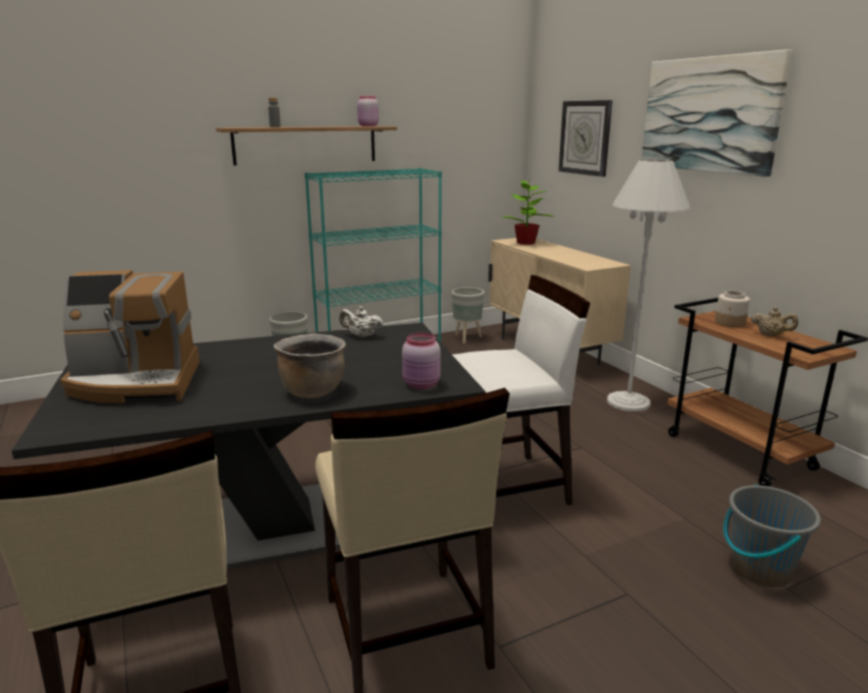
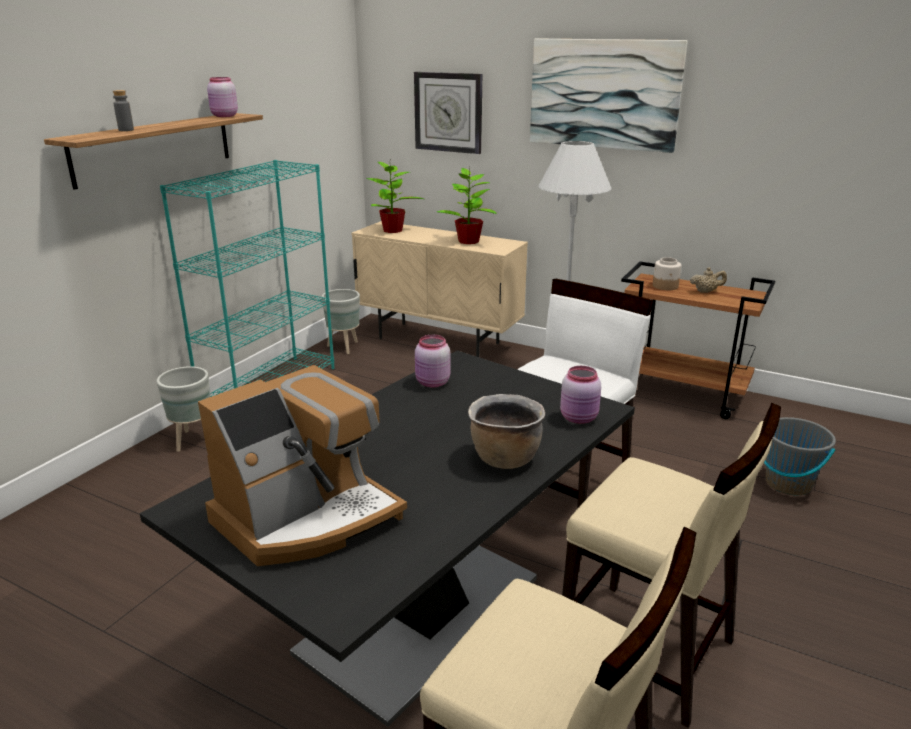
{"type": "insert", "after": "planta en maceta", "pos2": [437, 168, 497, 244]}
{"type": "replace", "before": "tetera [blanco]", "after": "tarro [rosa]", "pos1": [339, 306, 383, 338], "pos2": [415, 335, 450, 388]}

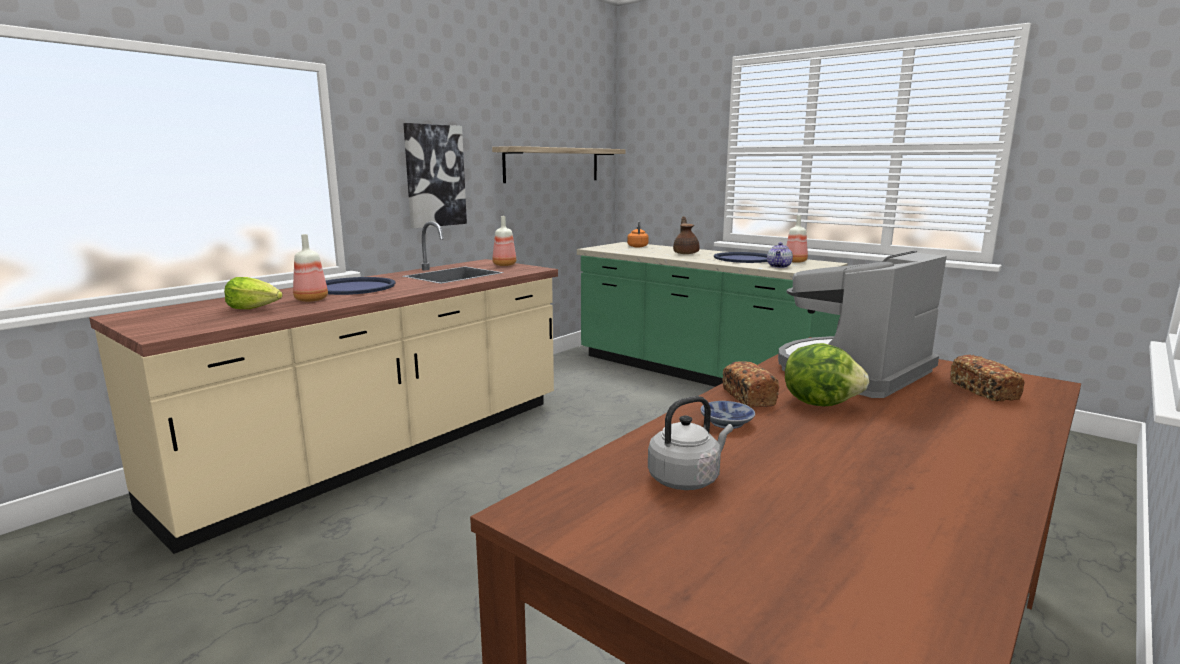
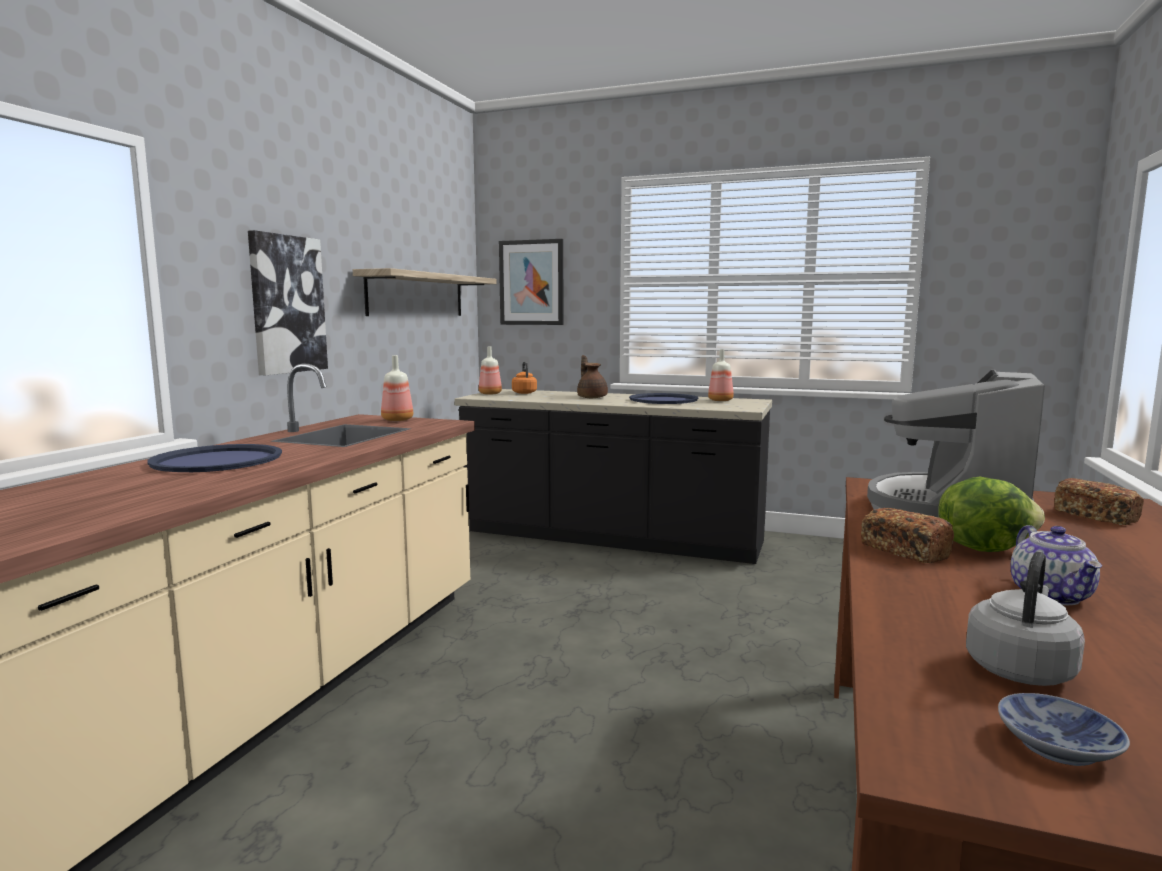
{"type": "delete", "before": "lechuga", "pos1": [224, 277, 283, 309]}
{"type": "insert", "after": "cuadro", "pos2": [499, 239, 564, 325]}
{"type": "move", "before": "botella", "pos1": [293, 234, 328, 302], "pos2": [479, 346, 502, 395]}
{"type": "move", "before": "cuenco", "pos1": [701, 401, 755, 429], "pos2": [998, 693, 1130, 766]}
{"type": "move", "before": "tetera", "pos1": [767, 242, 793, 268], "pos2": [1010, 525, 1102, 605]}
{"type": "recolor", "before": "mueble bajo de cocina [verde]", "after": "mueble bajo de cocina [negro]", "pos1": [577, 242, 848, 387], "pos2": [454, 389, 772, 564]}

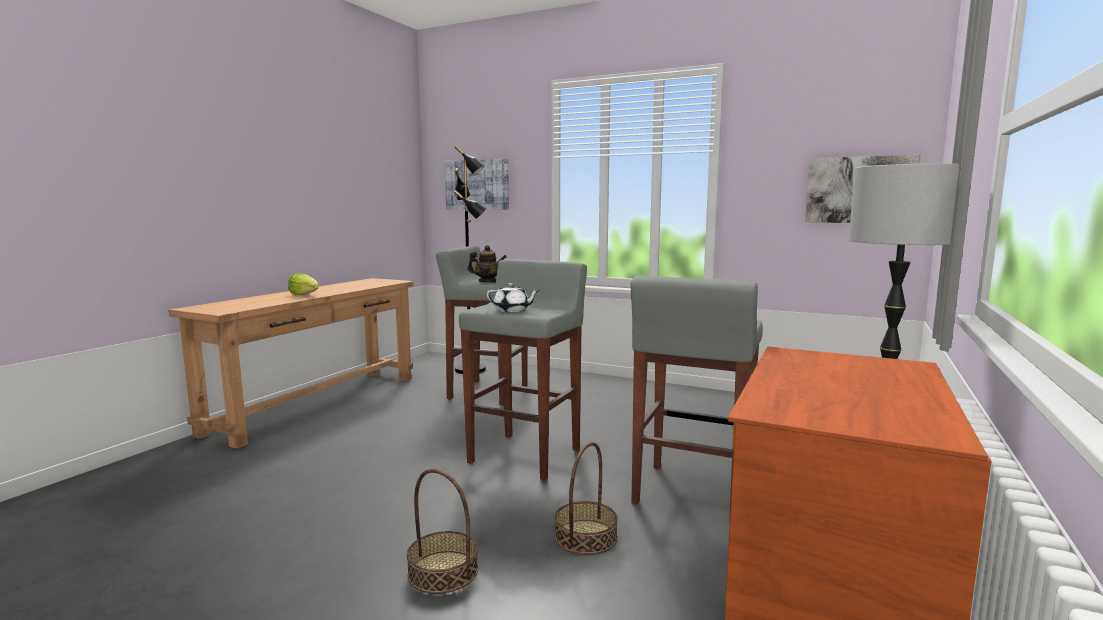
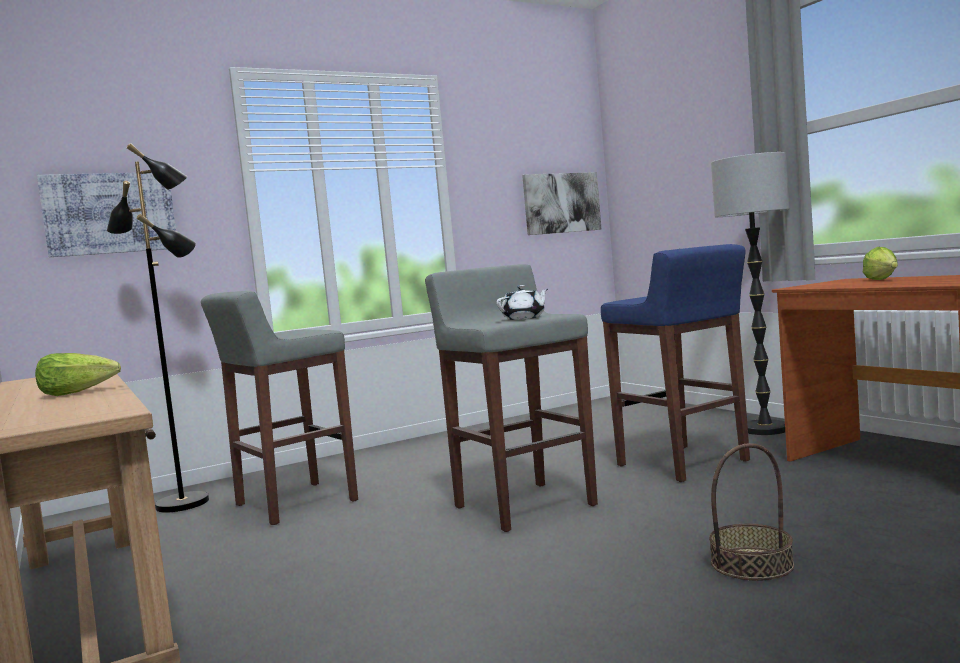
{"type": "delete", "before": "tetera", "pos1": [468, 245, 507, 282]}
{"type": "delete", "before": "cesta", "pos1": [555, 442, 618, 555]}
{"type": "insert", "after": "lechuga", "pos2": [863, 247, 898, 280]}
{"type": "recolor", "before": "taburete [gris]", "after": "taburete [azul]", "pos1": [631, 276, 763, 523], "pos2": [601, 244, 750, 482]}

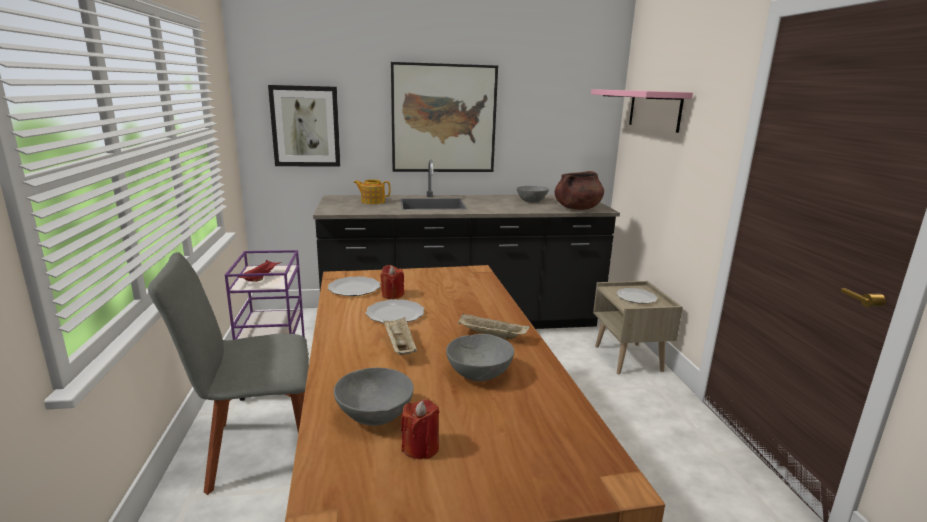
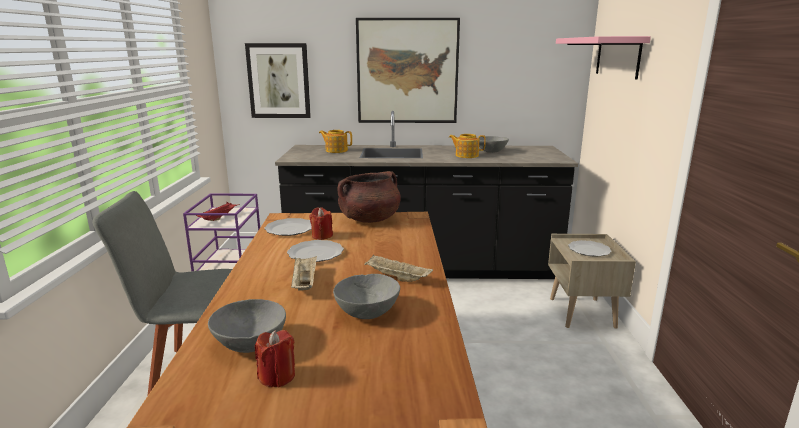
{"type": "insert", "after": "tetera", "pos2": [449, 134, 486, 158]}
{"type": "move", "before": "olla [marrón]", "pos1": [555, 171, 604, 210], "pos2": [337, 171, 401, 223]}

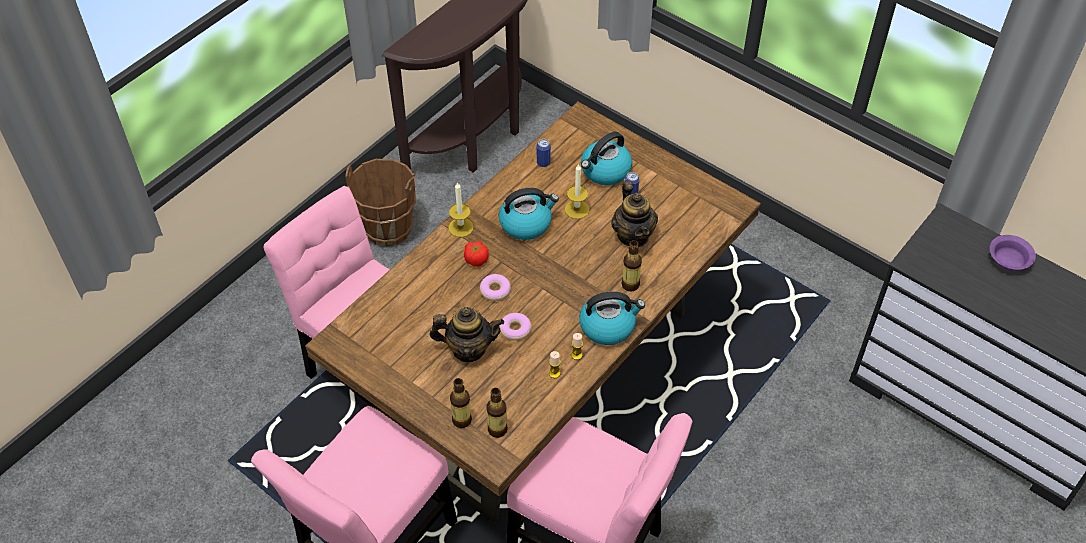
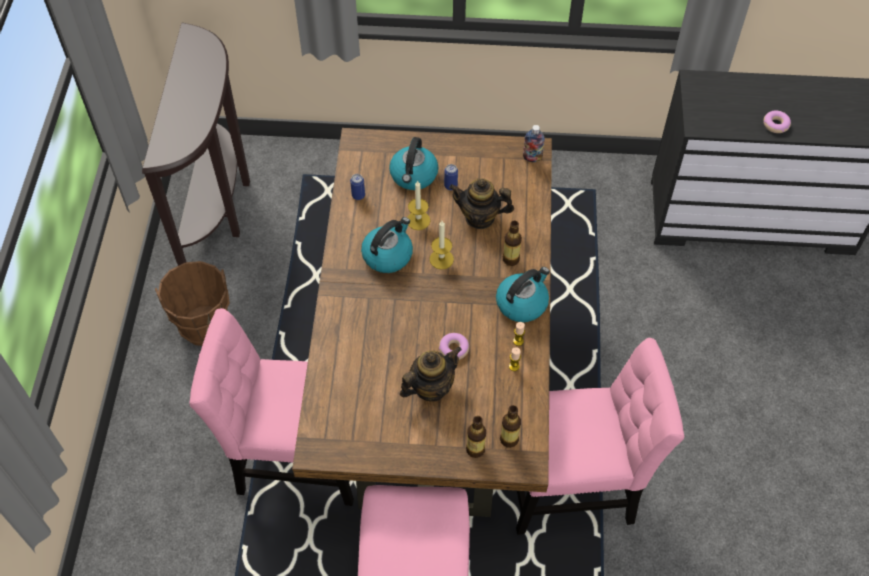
{"type": "delete", "before": "tomate", "pos1": [464, 241, 489, 267]}
{"type": "delete", "before": "cuenco [morado]", "pos1": [990, 235, 1036, 271]}
{"type": "insert", "after": "botella", "pos2": [523, 125, 545, 162]}
{"type": "move", "before": "vela", "pos1": [448, 182, 474, 237], "pos2": [430, 221, 454, 269]}
{"type": "move", "before": "rosquilla", "pos1": [480, 274, 511, 301], "pos2": [763, 111, 791, 133]}
{"type": "rotate", "before": "tetera", "pos1": [611, 181, 658, 247], "pos2": [449, 178, 514, 229], "turn": 150}

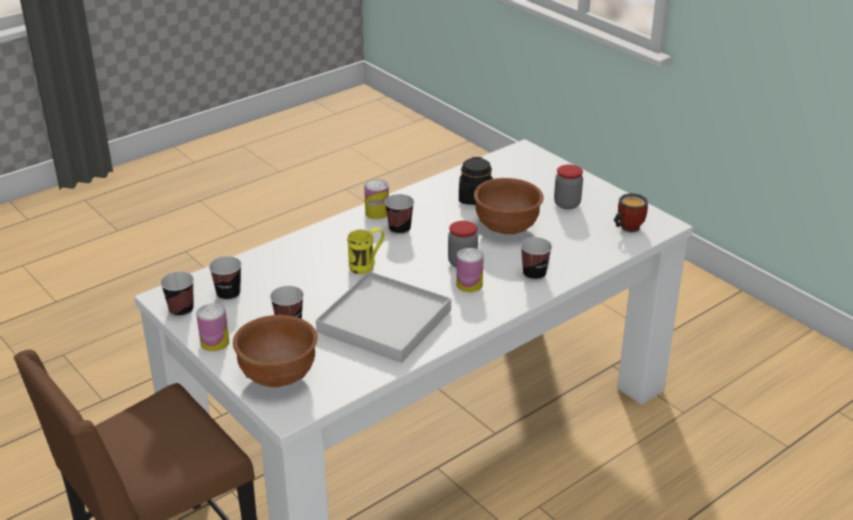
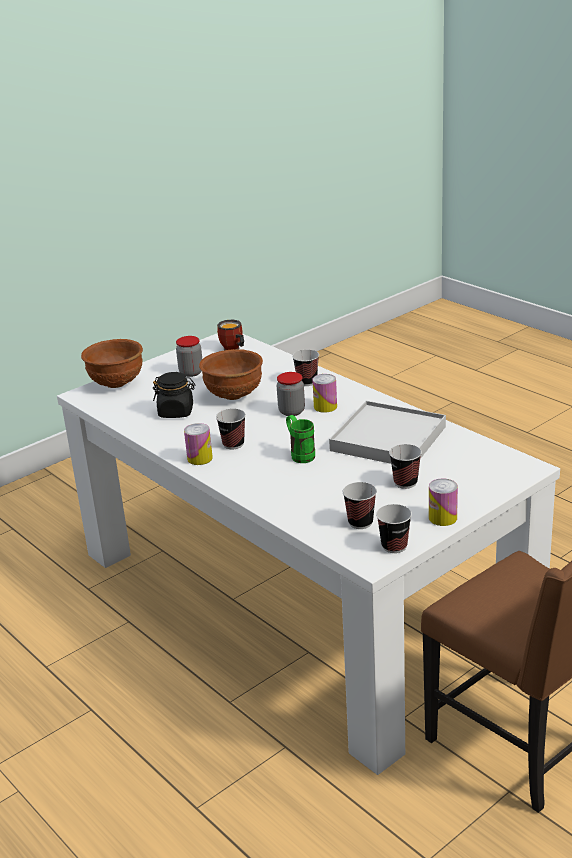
{"type": "move", "before": "cuenco [marrón]", "pos1": [233, 315, 318, 387], "pos2": [81, 339, 143, 388]}
{"type": "recolor", "before": "taza grande [amarillo]", "after": "taza grande [verde]", "pos1": [347, 227, 385, 274], "pos2": [286, 415, 315, 463]}

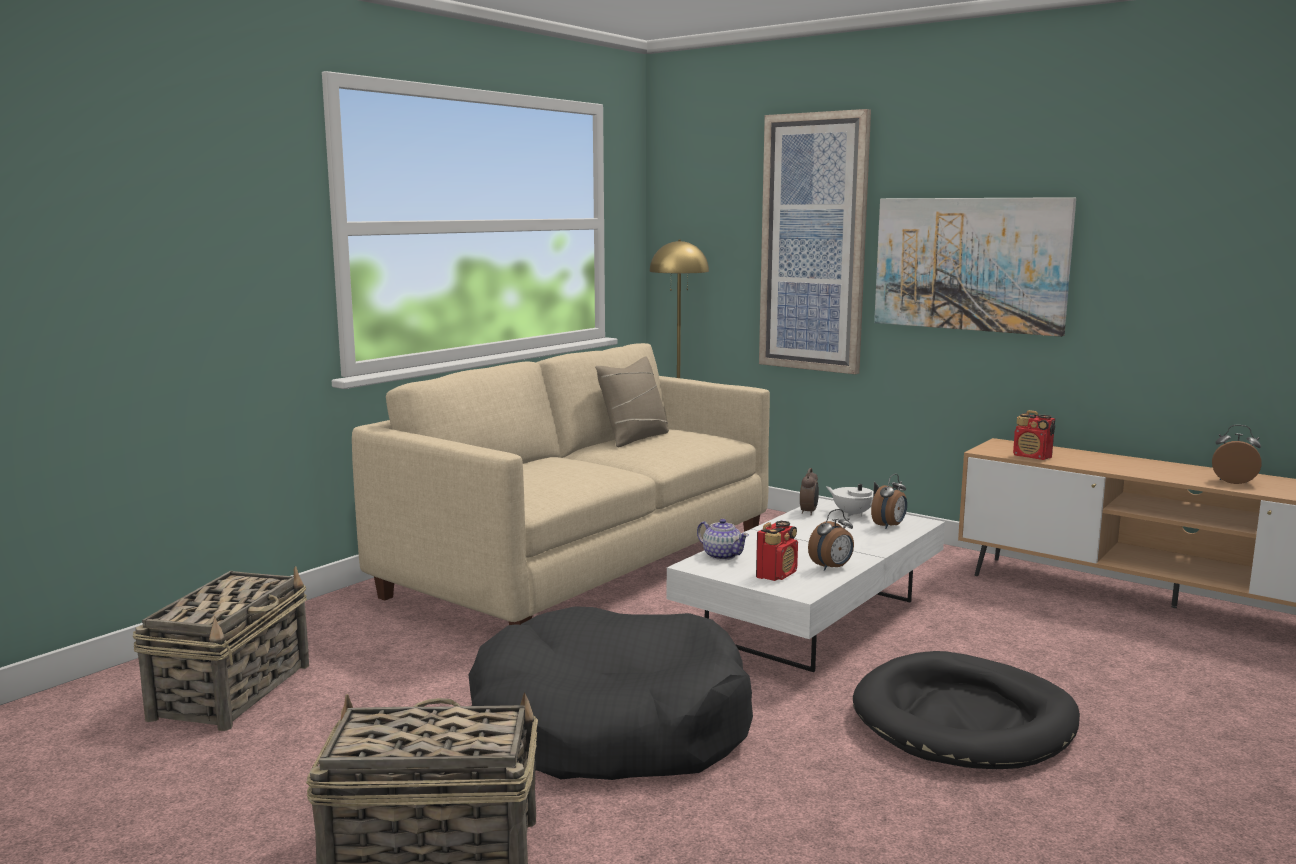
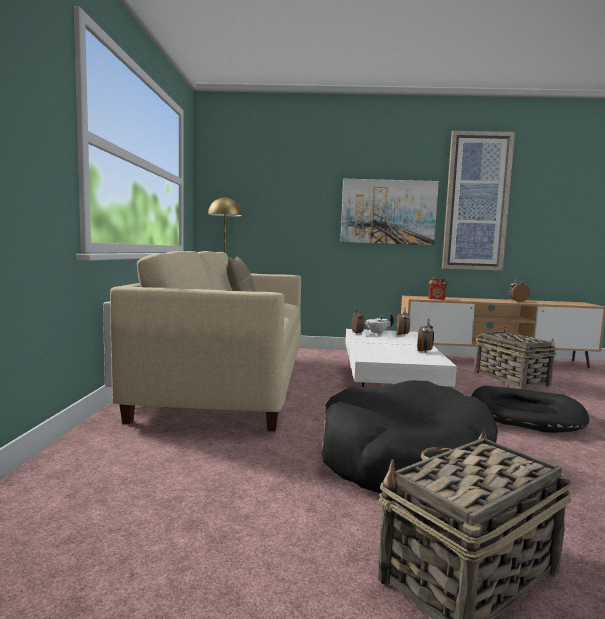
{"type": "delete", "before": "tetera", "pos1": [697, 519, 749, 560]}
{"type": "delete", "before": "radio", "pos1": [756, 521, 798, 581]}
{"type": "move", "before": "cesta", "pos1": [133, 566, 309, 731], "pos2": [475, 328, 557, 389]}
{"type": "move", "before": "cuadro", "pos1": [759, 109, 871, 374], "pos2": [442, 131, 515, 271]}

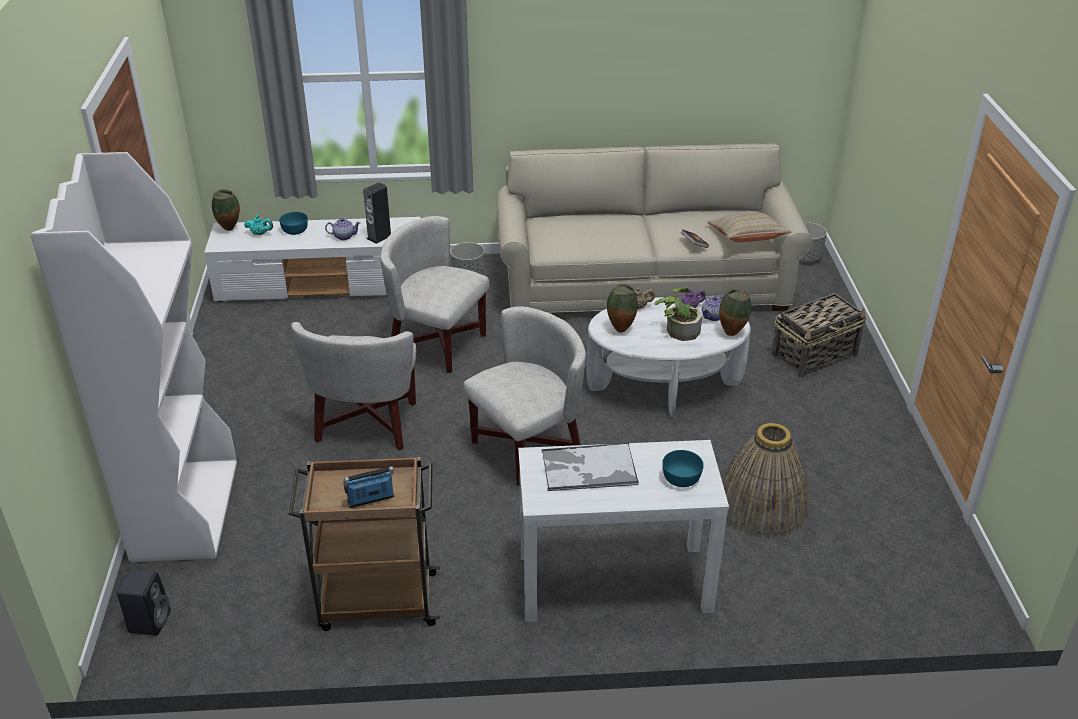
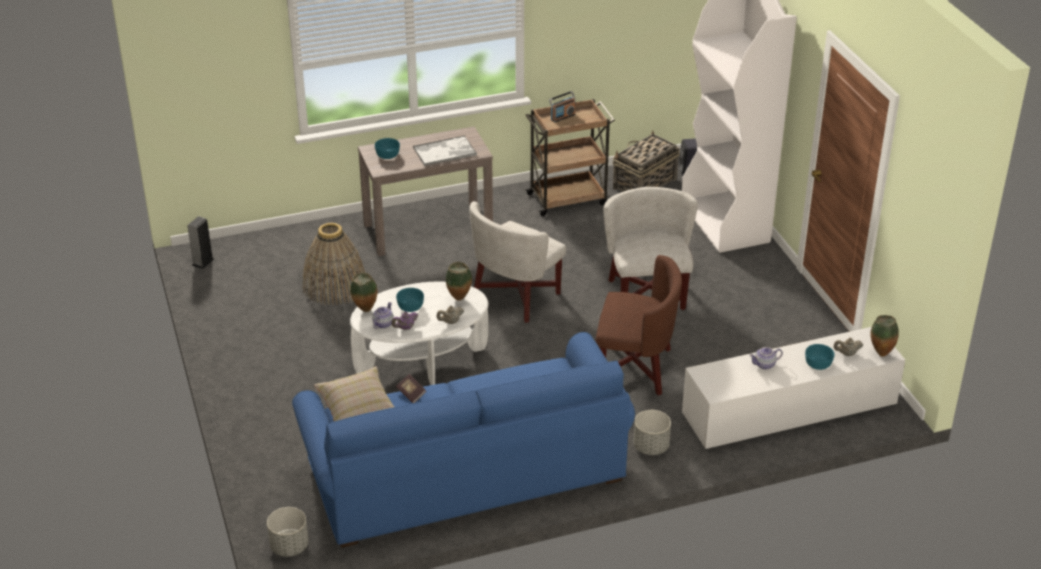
{"type": "move", "before": "altavoz", "pos1": [363, 182, 391, 244], "pos2": [187, 216, 214, 269]}
{"type": "move", "before": "cesta", "pos1": [771, 293, 867, 378], "pos2": [613, 131, 680, 192]}
{"type": "replace", "before": "planta en maceta", "after": "cuenco [turquesa]", "pos1": [655, 288, 702, 341], "pos2": [396, 288, 424, 312]}
{"type": "recolor", "before": "tetera [turquesa]", "after": "tetera [beis]", "pos1": [244, 215, 273, 235], "pos2": [834, 338, 863, 356]}
{"type": "recolor", "before": "sillón [blanco]", "after": "sillón [marrón]", "pos1": [380, 216, 490, 373], "pos2": [595, 255, 682, 396]}
{"type": "recolor", "before": "sofá [beis]", "after": "sofá [azul]", "pos1": [497, 144, 812, 313], "pos2": [292, 332, 635, 548]}
{"type": "recolor", "before": "mesa consola [blanco]", "after": "mesa consola [marrón]", "pos1": [518, 440, 729, 622], "pos2": [358, 126, 493, 256]}

